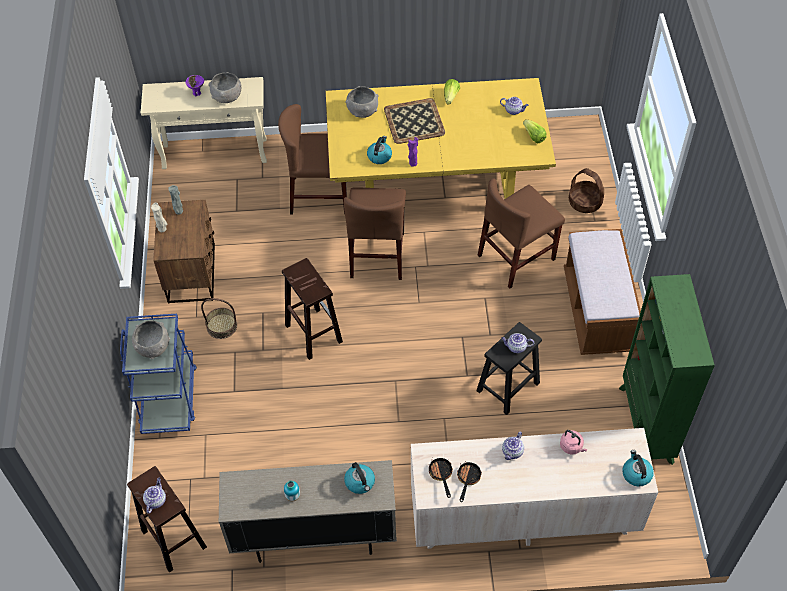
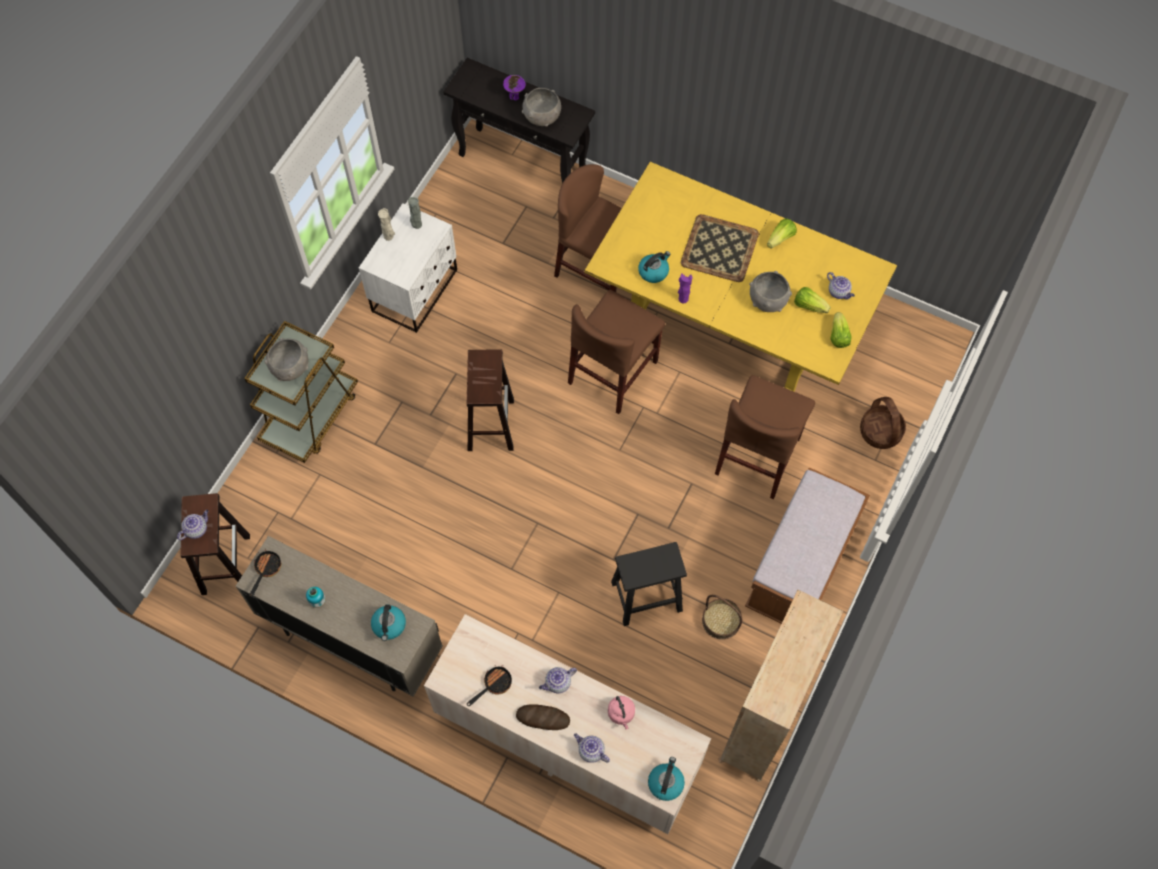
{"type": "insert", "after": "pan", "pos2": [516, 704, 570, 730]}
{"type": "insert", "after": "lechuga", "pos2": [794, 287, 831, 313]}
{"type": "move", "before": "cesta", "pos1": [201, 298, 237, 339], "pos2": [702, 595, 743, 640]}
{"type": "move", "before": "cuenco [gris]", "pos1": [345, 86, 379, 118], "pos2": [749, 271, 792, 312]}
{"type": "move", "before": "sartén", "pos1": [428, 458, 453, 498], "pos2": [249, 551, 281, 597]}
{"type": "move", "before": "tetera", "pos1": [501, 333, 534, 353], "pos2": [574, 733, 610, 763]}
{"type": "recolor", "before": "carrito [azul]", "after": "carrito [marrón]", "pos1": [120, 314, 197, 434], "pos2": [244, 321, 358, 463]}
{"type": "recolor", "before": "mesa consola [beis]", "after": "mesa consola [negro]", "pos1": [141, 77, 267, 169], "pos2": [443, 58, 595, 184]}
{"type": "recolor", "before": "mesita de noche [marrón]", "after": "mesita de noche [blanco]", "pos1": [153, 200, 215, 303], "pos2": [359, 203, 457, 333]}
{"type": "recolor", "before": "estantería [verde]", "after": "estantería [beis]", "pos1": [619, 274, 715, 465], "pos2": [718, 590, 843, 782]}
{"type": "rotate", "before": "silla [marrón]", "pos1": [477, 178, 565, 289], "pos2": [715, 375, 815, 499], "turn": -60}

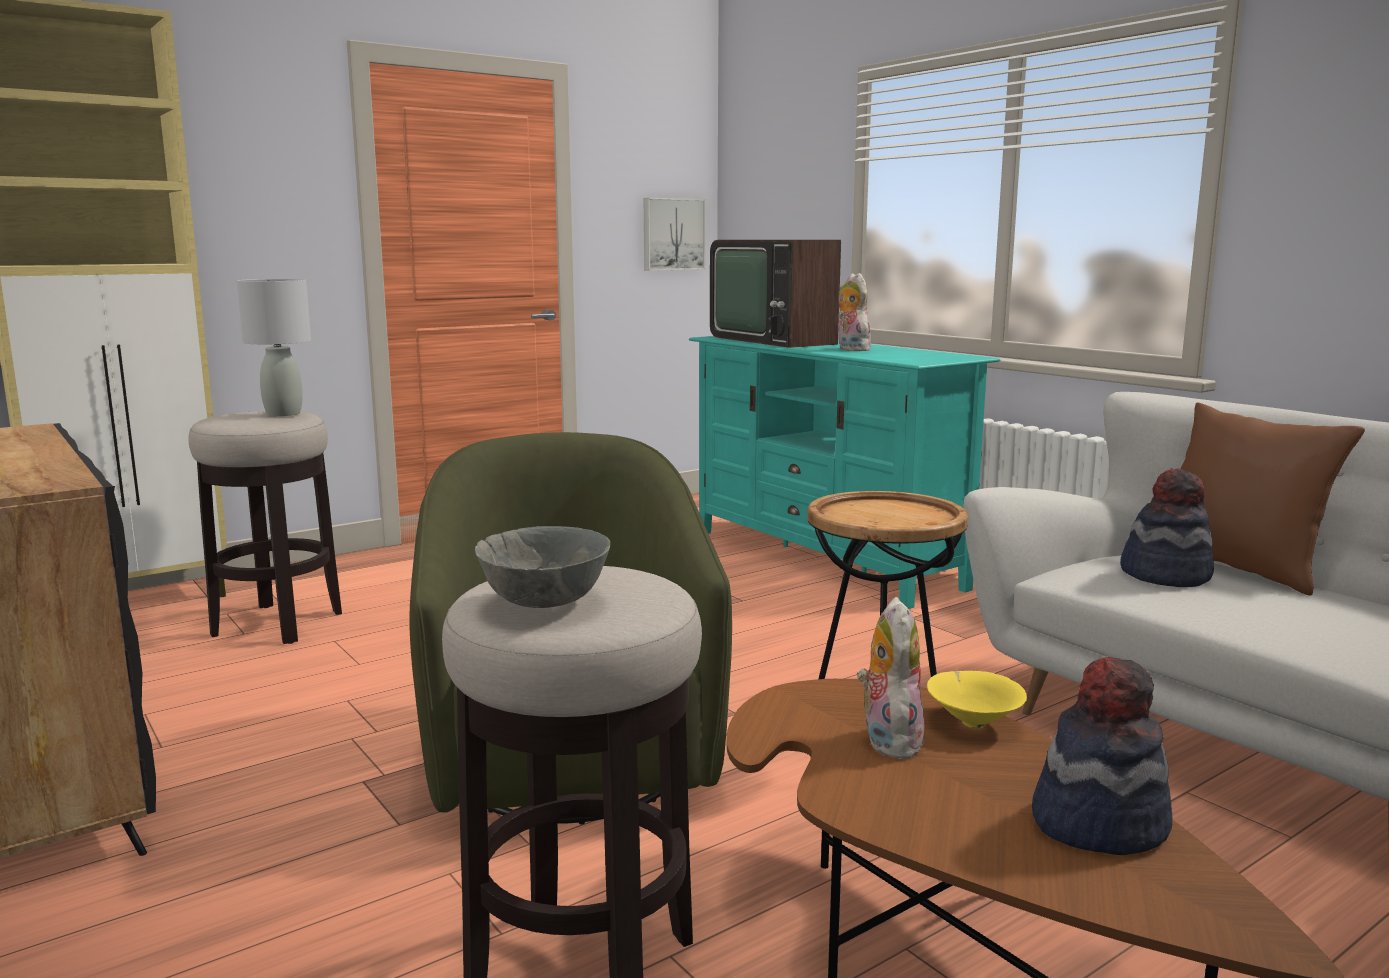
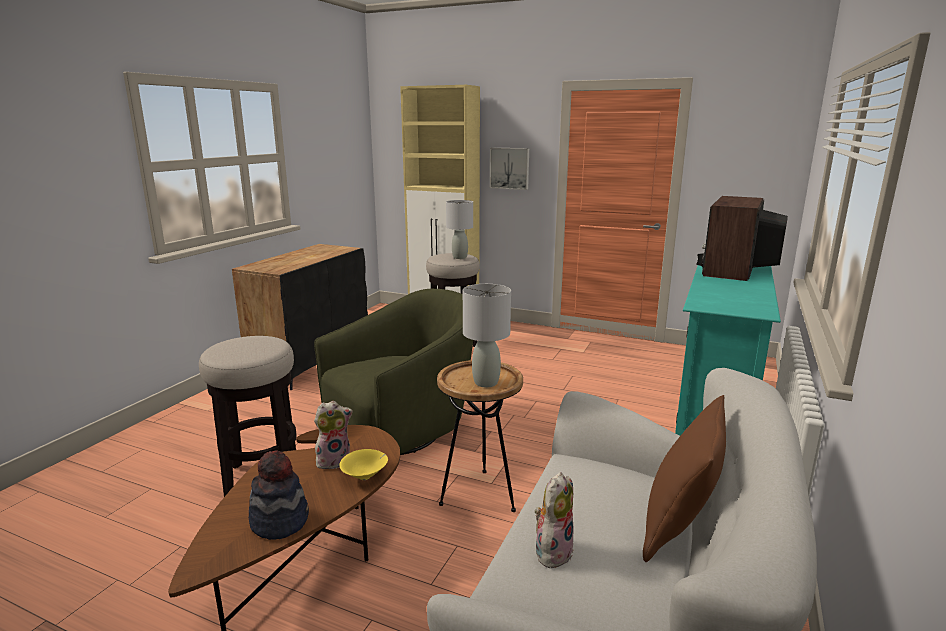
{"type": "delete", "before": "cuenco [gris]", "pos1": [475, 526, 610, 608]}
{"type": "delete", "before": "sombrero", "pos1": [1120, 468, 1214, 587]}
{"type": "insert", "after": "lámpara de mesa [gris]", "pos2": [463, 284, 511, 387]}
{"type": "move", "before": "cuadro", "pos1": [644, 198, 706, 271], "pos2": [490, 148, 529, 190]}
{"type": "move", "before": "peluche", "pos1": [838, 273, 871, 351], "pos2": [535, 472, 574, 568]}

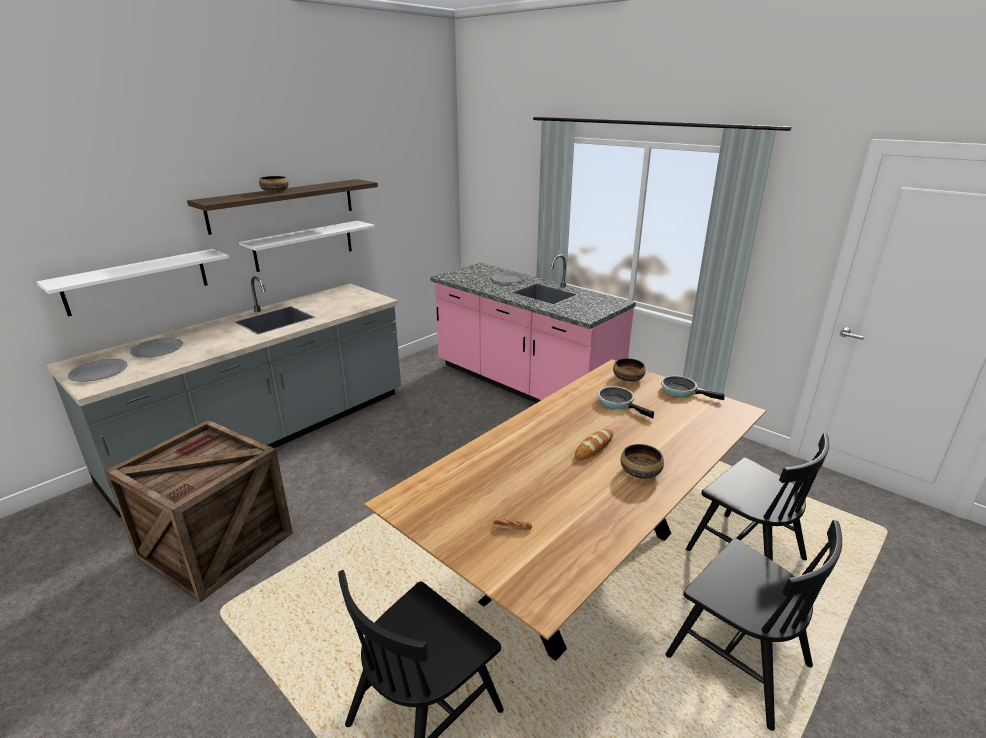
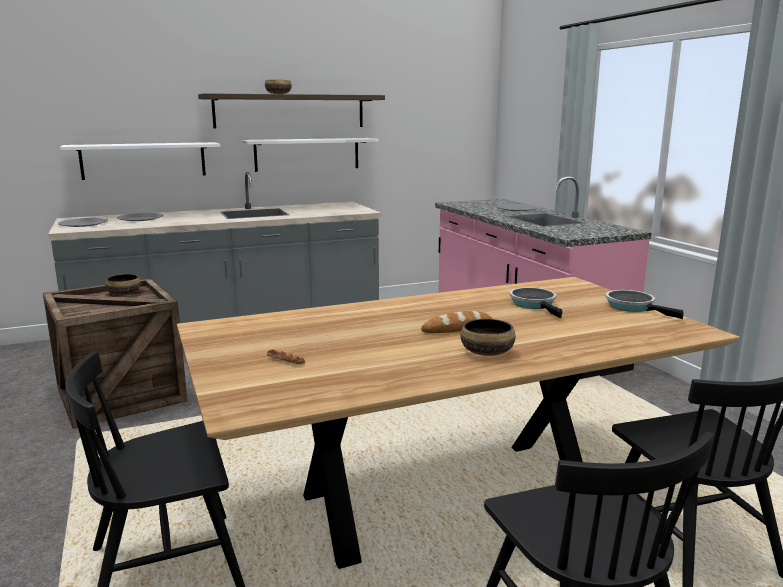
{"type": "move", "before": "cuenco", "pos1": [613, 358, 646, 382], "pos2": [105, 274, 141, 295]}

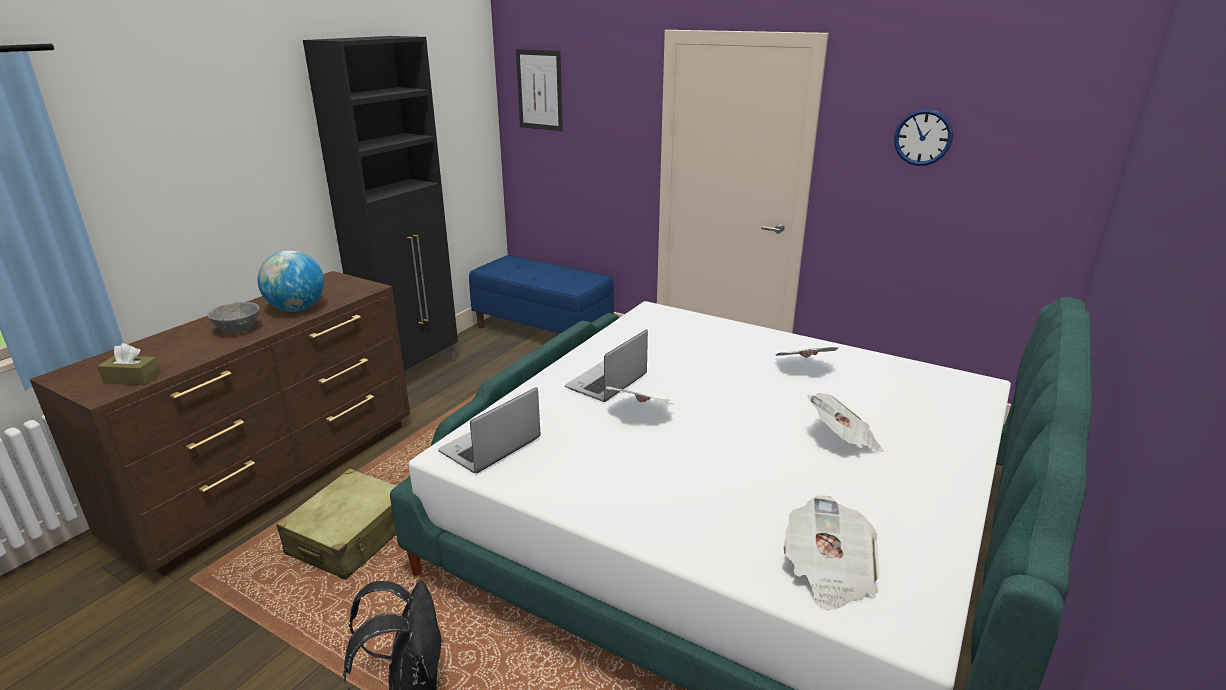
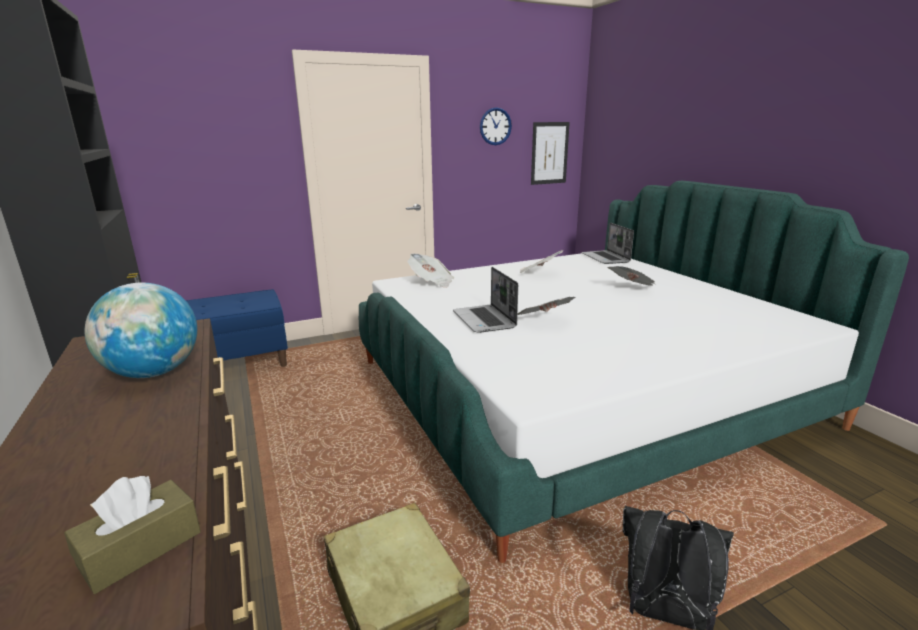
{"type": "delete", "before": "cuenco [gris]", "pos1": [207, 302, 260, 333]}
{"type": "move", "before": "portátil", "pos1": [438, 387, 541, 473], "pos2": [581, 223, 634, 264]}
{"type": "move", "before": "cuadro", "pos1": [516, 49, 563, 131], "pos2": [531, 122, 570, 185]}
{"type": "move", "before": "periódico", "pos1": [783, 495, 879, 611], "pos2": [407, 253, 454, 288]}

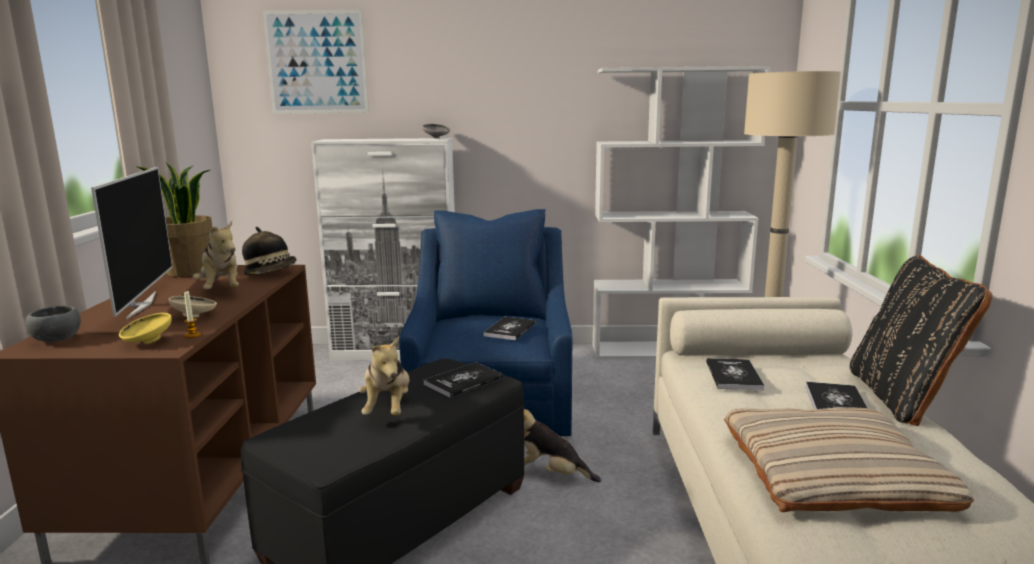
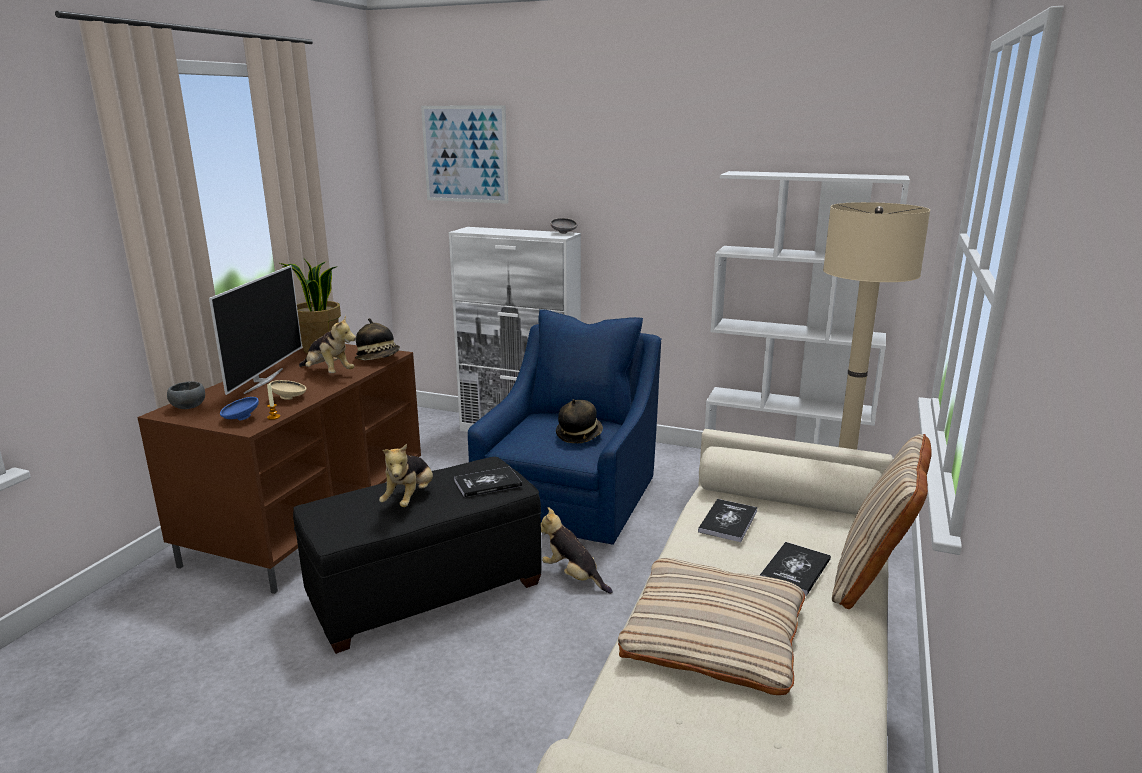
{"type": "replace", "before": "libro", "after": "sombrero", "pos1": [483, 317, 535, 340], "pos2": [556, 399, 603, 443]}
{"type": "recolor", "before": "cuenco [amarillo]", "after": "cuenco [azul]", "pos1": [119, 313, 172, 344], "pos2": [220, 397, 259, 420]}
{"type": "recolor", "before": "cojín [negro]", "after": "cojín [beis]", "pos1": [850, 255, 993, 426], "pos2": [832, 434, 932, 609]}
{"type": "rotate", "before": "peluche", "pos1": [193, 221, 239, 289], "pos2": [299, 315, 356, 373], "turn": -45}

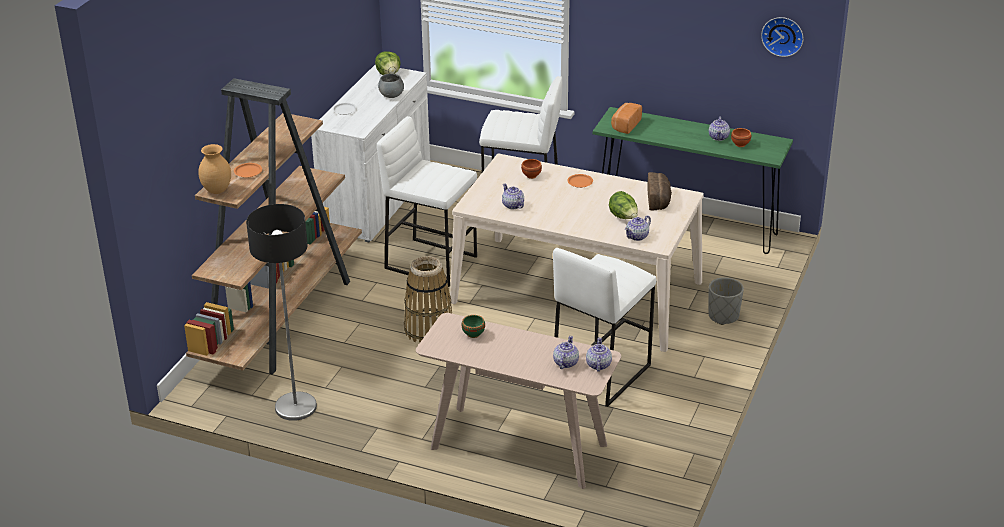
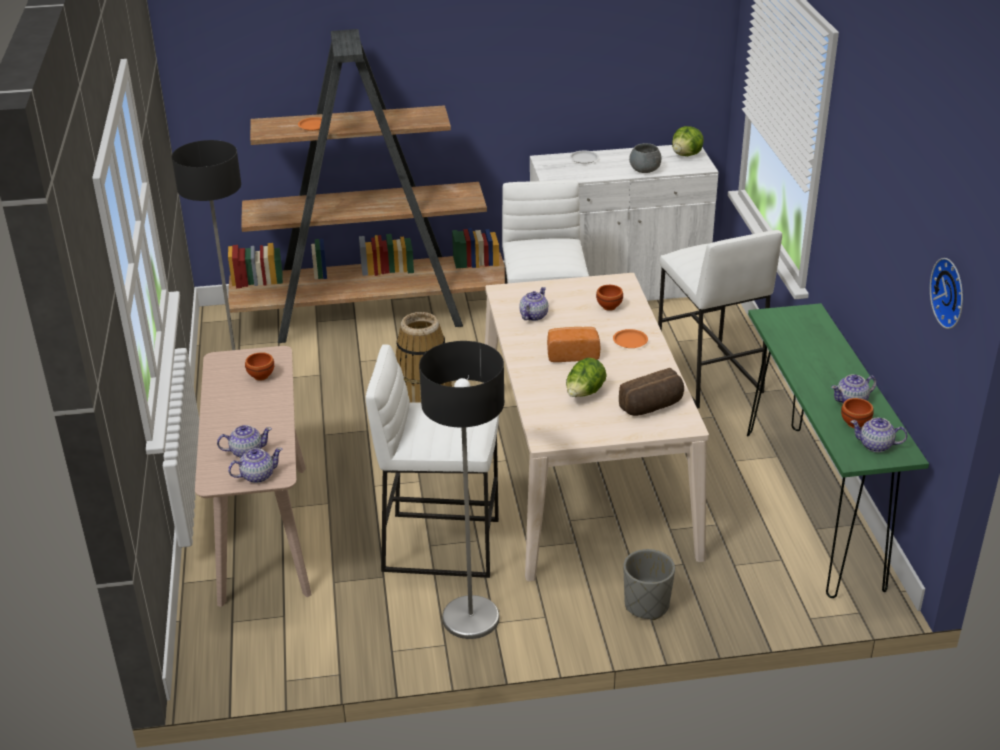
{"type": "delete", "before": "florero [marrón]", "pos1": [198, 144, 231, 194]}
{"type": "insert", "after": "lámpara de pie", "pos2": [419, 341, 504, 639]}
{"type": "move", "before": "pan", "pos1": [611, 103, 642, 134], "pos2": [547, 327, 601, 362]}
{"type": "move", "before": "tetera", "pos1": [625, 215, 651, 241], "pos2": [850, 418, 908, 452]}
{"type": "recolor", "before": "cuenco [verde]", "after": "cuenco [marrón]", "pos1": [462, 315, 485, 338], "pos2": [245, 352, 274, 381]}

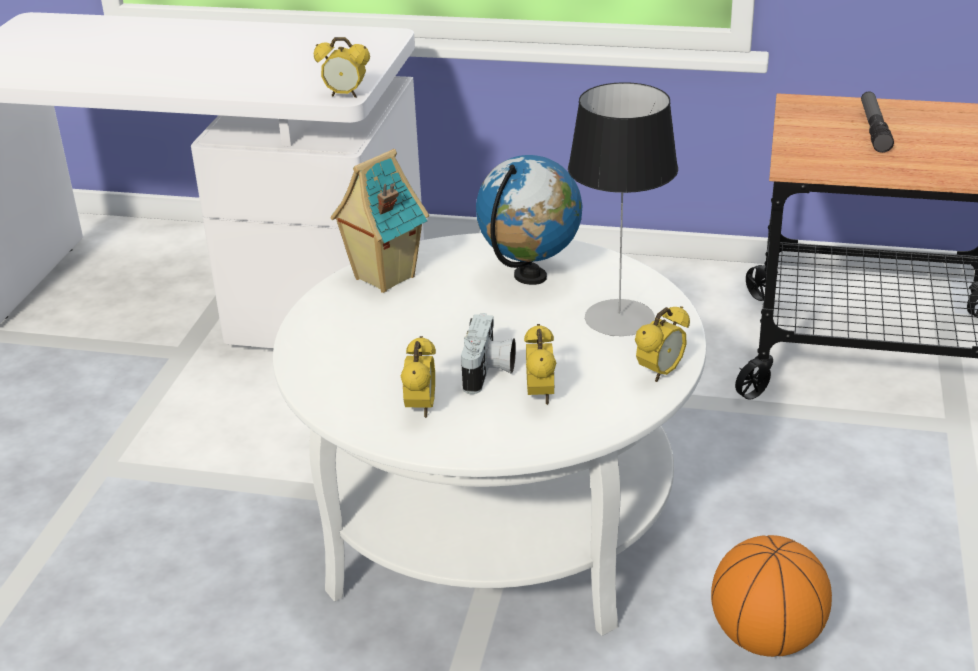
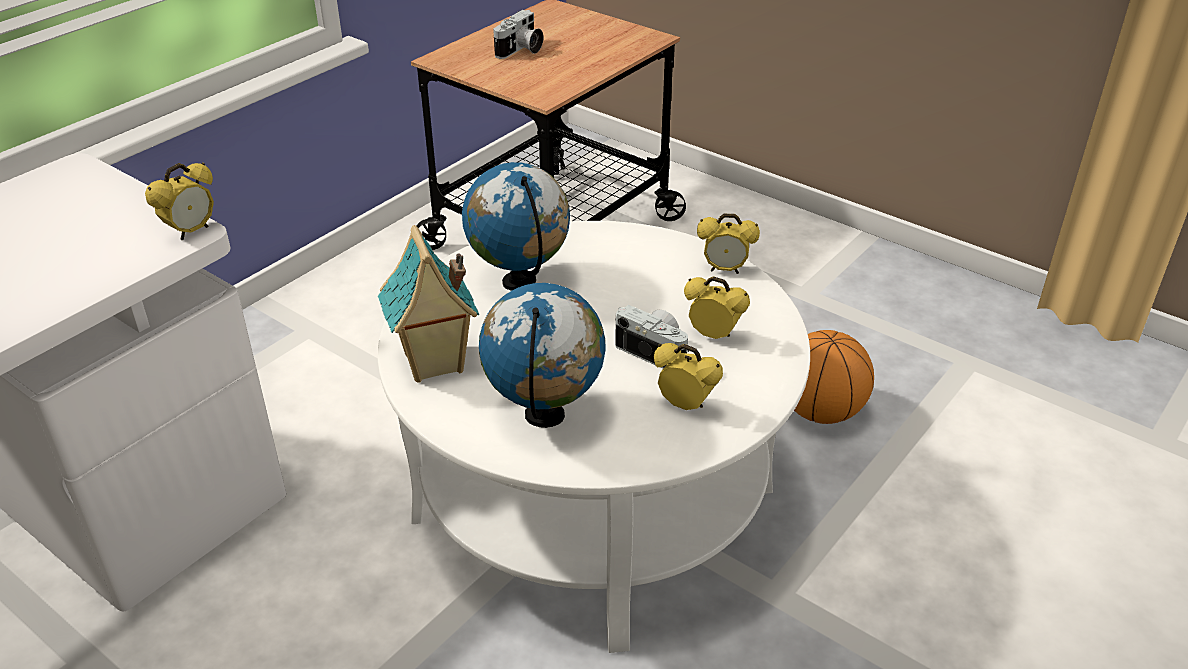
{"type": "delete", "before": "lámpara de mesa", "pos1": [568, 82, 678, 336]}
{"type": "insert", "after": "globo terráqueo", "pos2": [479, 283, 605, 428]}
{"type": "replace", "before": "linterna", "after": "cámara", "pos1": [861, 91, 894, 153], "pos2": [493, 10, 544, 59]}
{"type": "rotate", "before": "despertador", "pos1": [635, 306, 690, 382], "pos2": [697, 214, 760, 274], "turn": 120}

